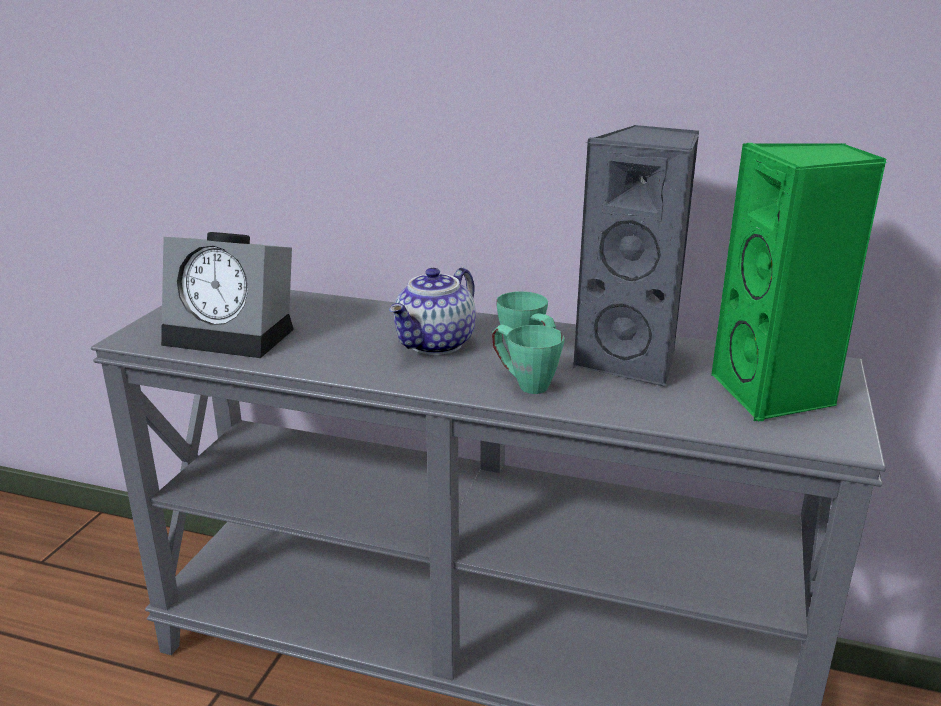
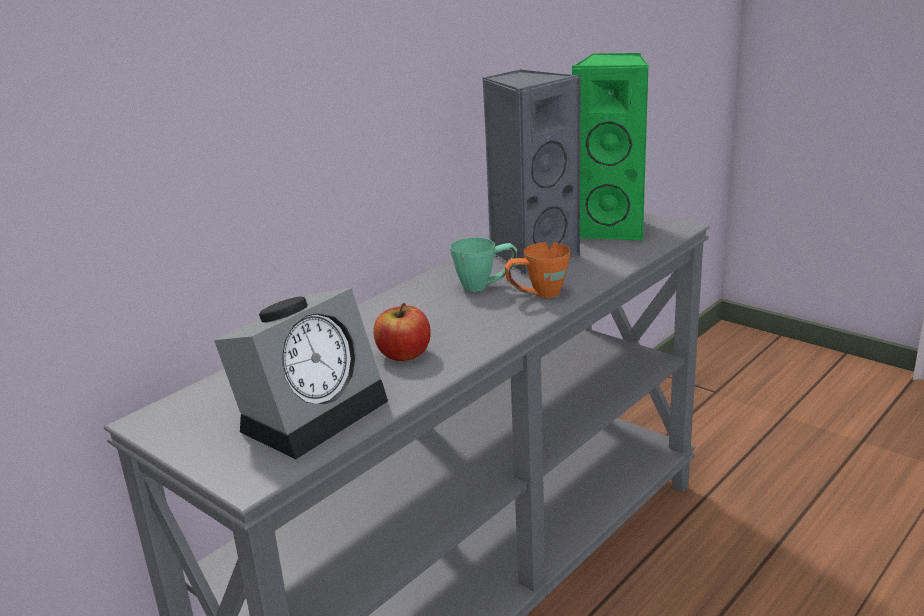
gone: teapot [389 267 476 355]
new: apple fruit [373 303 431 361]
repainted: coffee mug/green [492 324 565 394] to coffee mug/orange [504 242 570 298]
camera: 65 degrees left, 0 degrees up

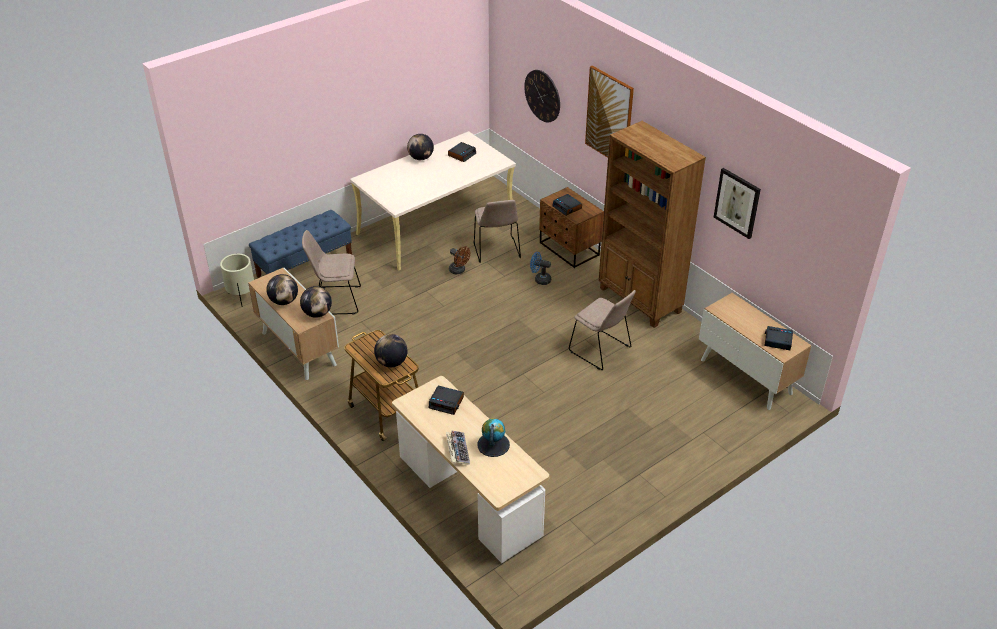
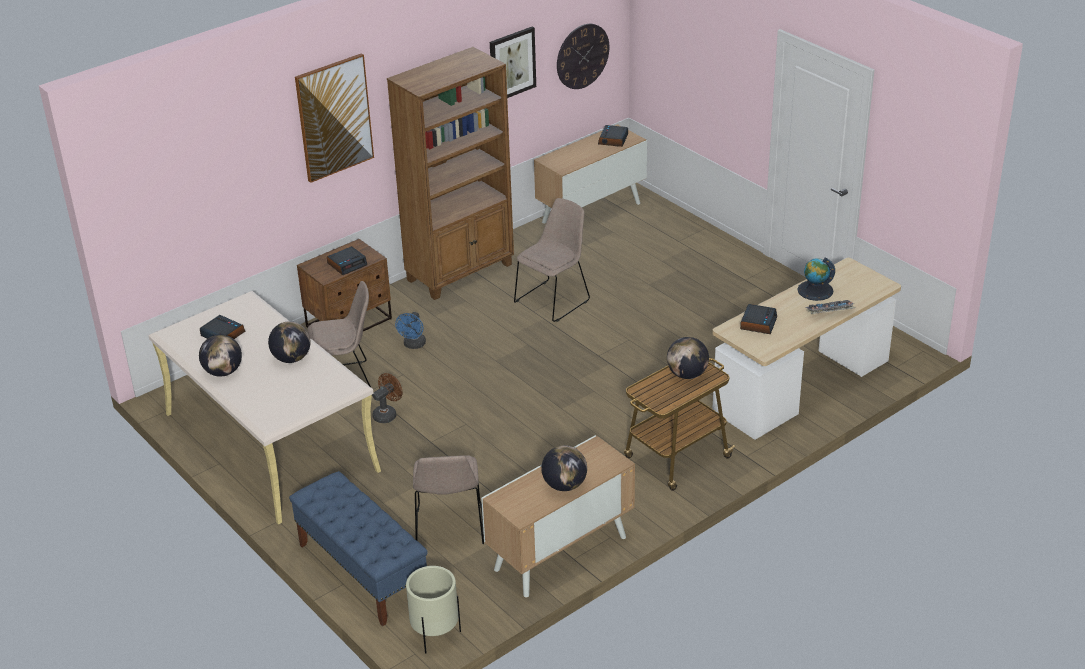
shifted: world globe [300 286 332 318] to [268 321 311 363]; clock on the wall [524 70 560 123] to [557 24 609 89]
camera: 90 degrees left, 5 degrees down

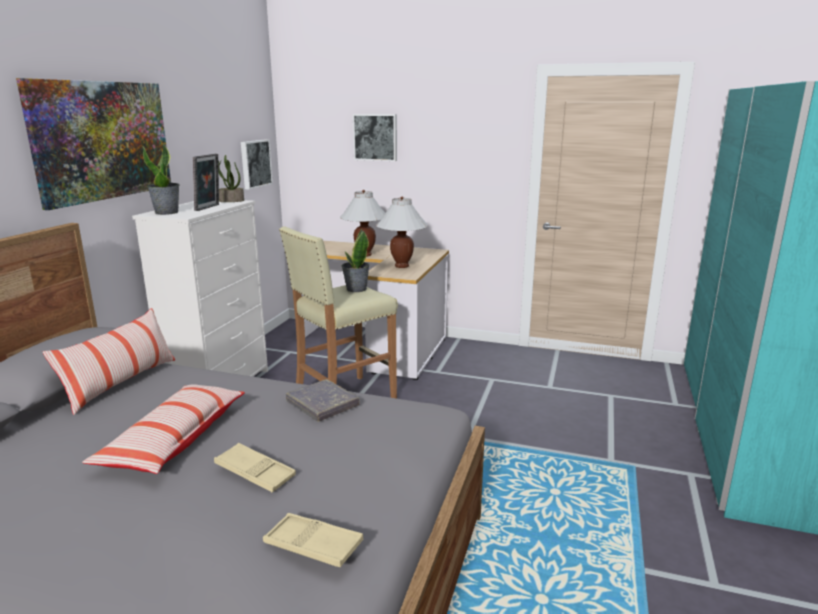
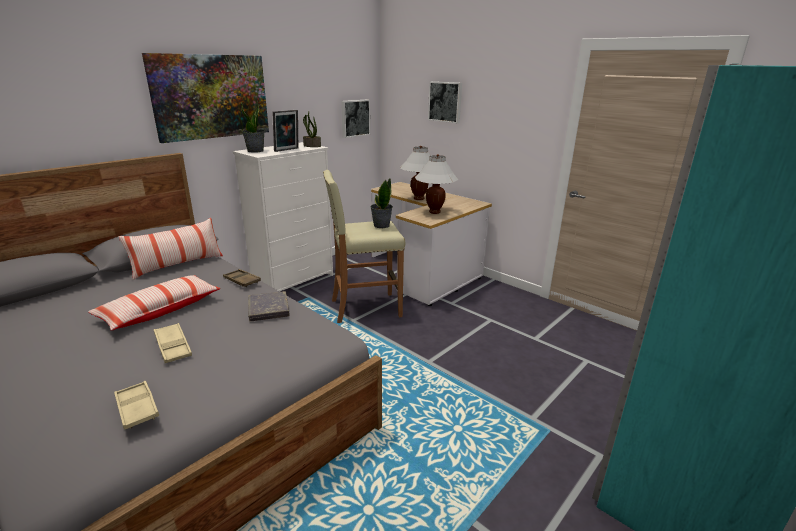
new: serving tray/brown-coloured [223 269 261 287]
camera: 25 degrees right, 5 degrees up

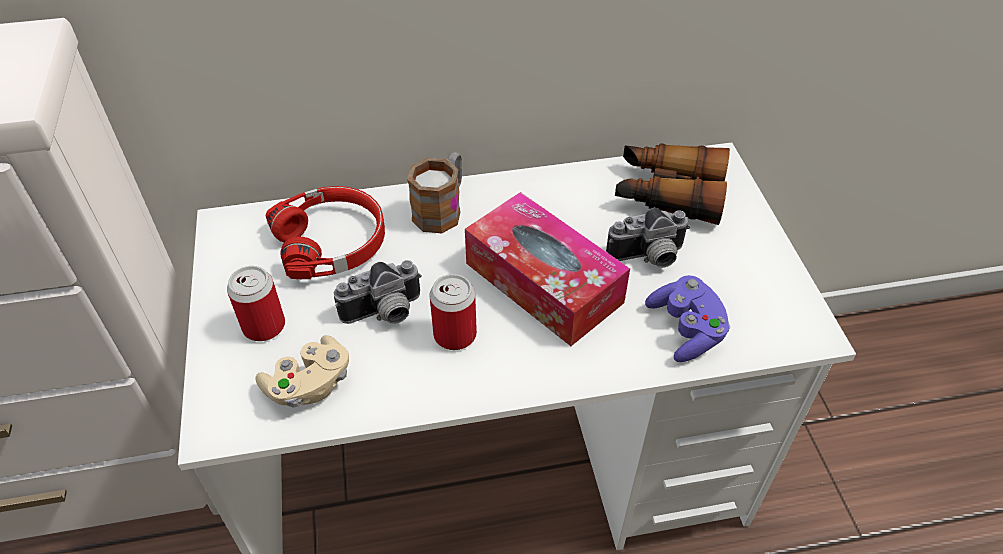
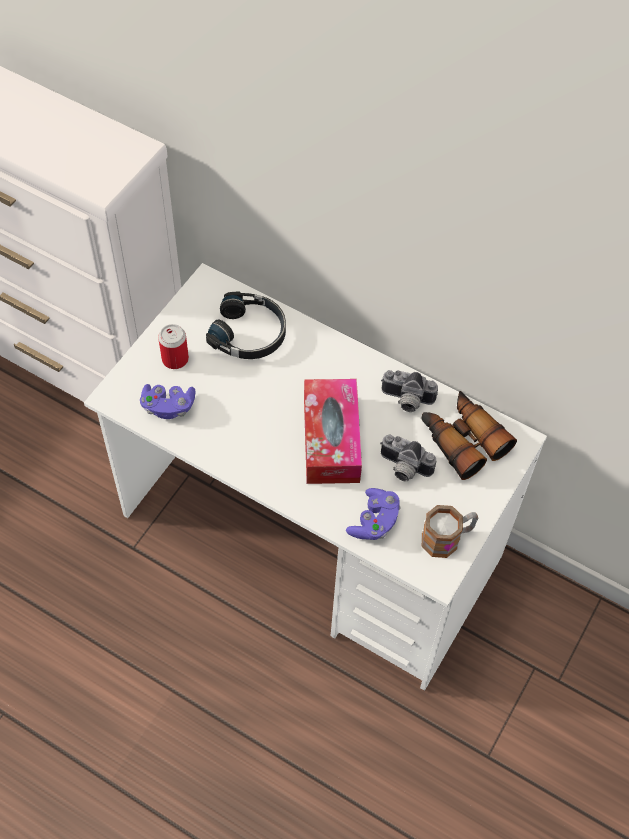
gone: can [430 274 477 350]
shifted: photo camera [334 260 422 324] to [381 370 438 412]; coffee mug [407 152 462 233] to [422 505 478 558]
repainted: joypad/sand-coloured [256 335 349 408] to joypad/purplish [140 384 196 419]; headphones/reddish [265 186 385 279] to headphones/black [206 291 286 359]
camera: 40 degrees right, 10 degrees up

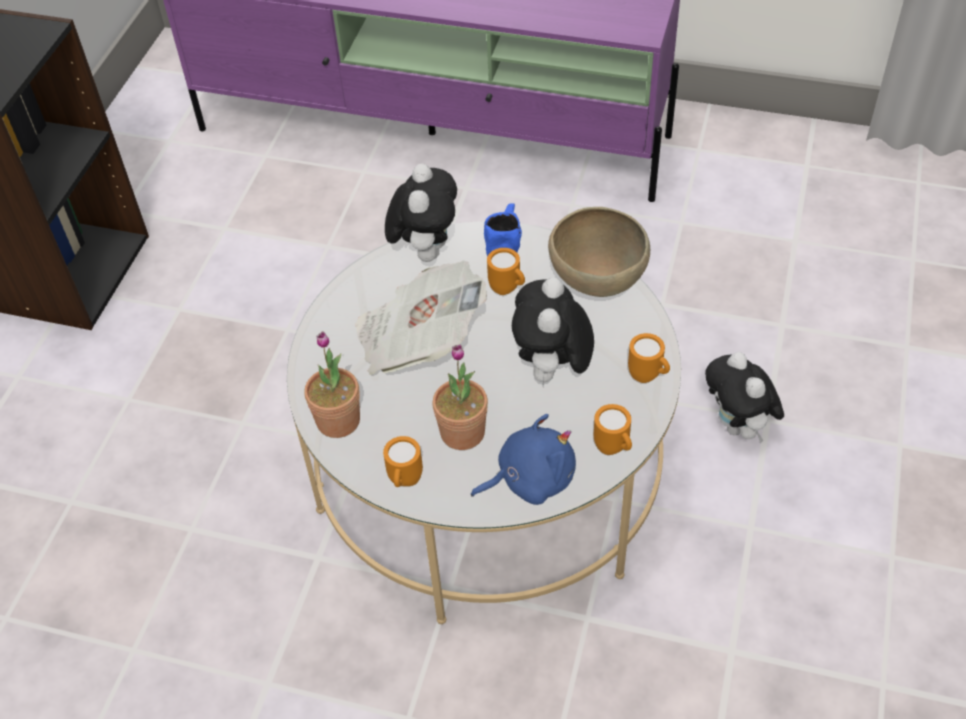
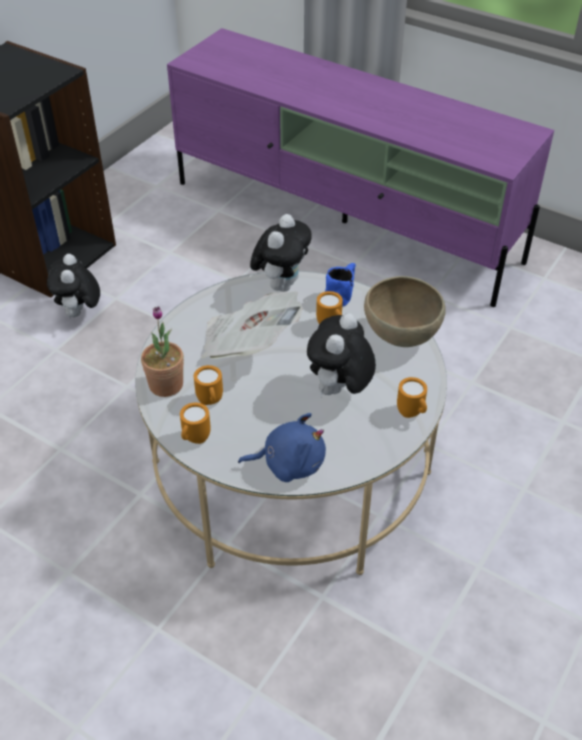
gone: plant in a pot [432 344 488 450]
shifted: soft toy [705 352 784 443] to [47 254 100 319]; coffee mug/orange [594 404 632 455] to [194 365 223 405]
camera: 15 degrees right, 5 degrees down

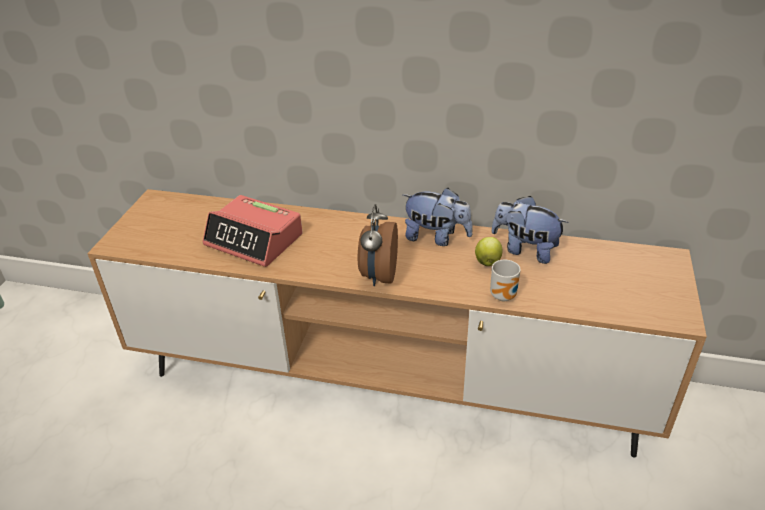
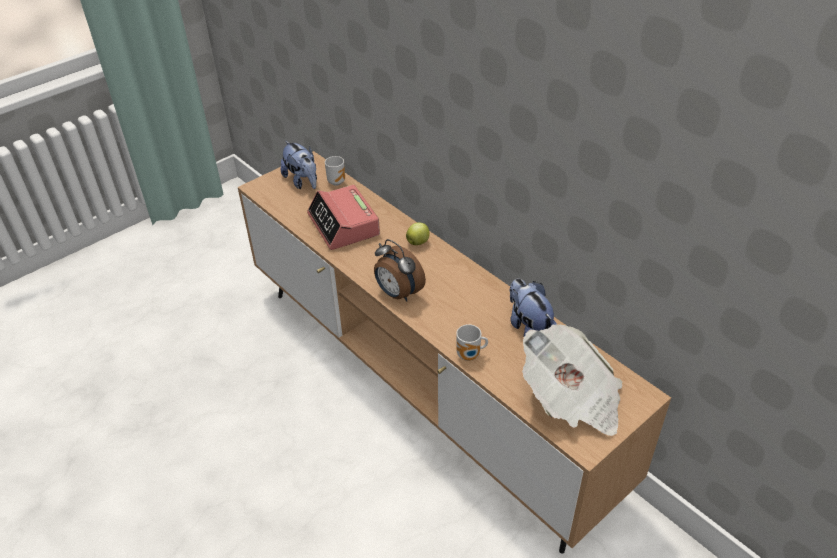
new: coffee mug [325 156 345 186]; daily paper [522 324 622 436]
shifted: soft toy [403 188 473 246] to [281 141 317 189]; apple fruit [475 237 503 266] to [406 222 430 245]
rotated: bedside clock [358 204 398 286] = [374 239 426 302] 90 degrees counterclockwise
camera: 35 degrees right, 5 degrees up

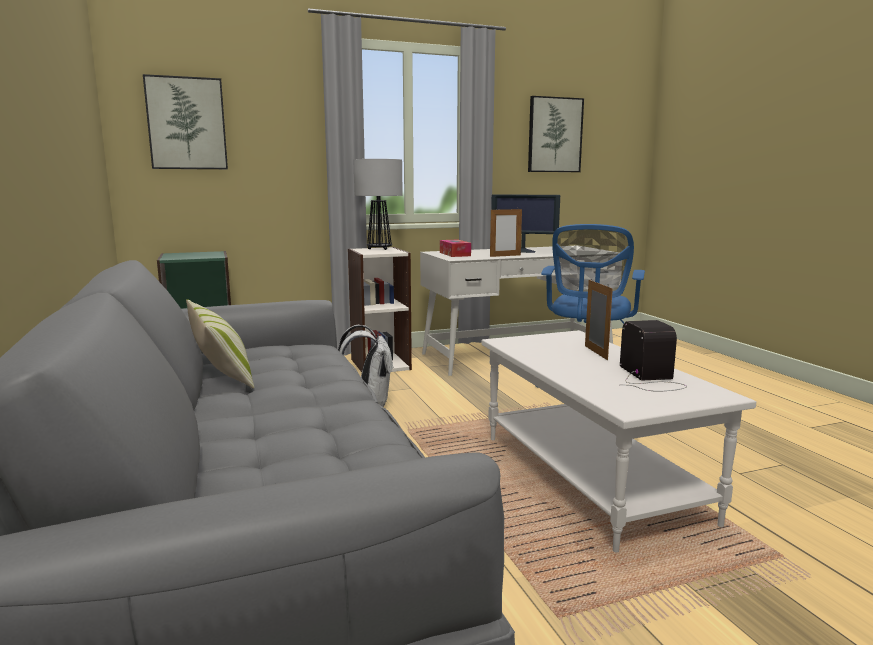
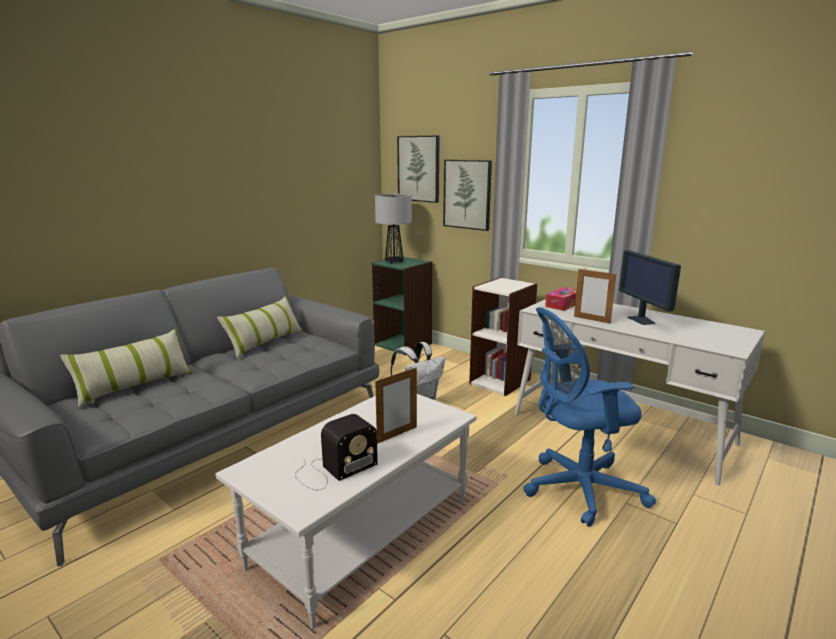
new: pillow [60 329 192 408]
shifted: lamp for a table [353 159 403 250] to [375 194 412 263]; picture [528 96 584 172] to [443 160 492 231]
camera: 60 degrees right, 5 degrees up

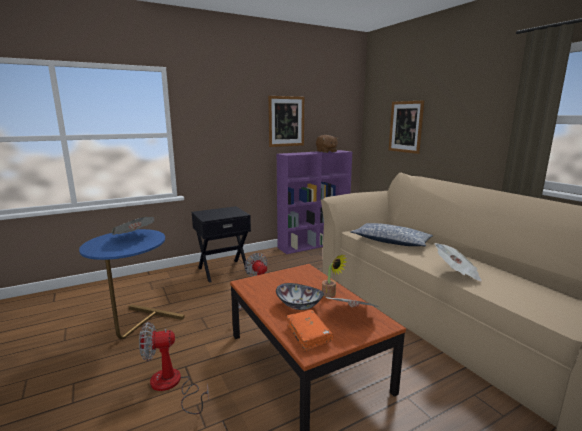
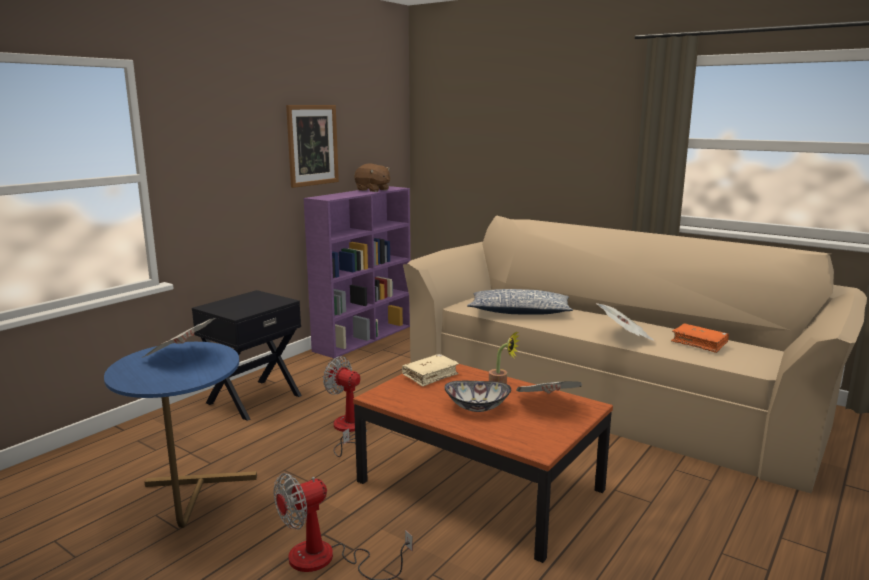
gone: picture [389 100 424 154]
new: bound book/sand-coloured [402 354 459 387]
shifted: bound book/orange [286 310 333 352] to [671 323 729 353]
camera: 25 degrees left, 0 degrees up

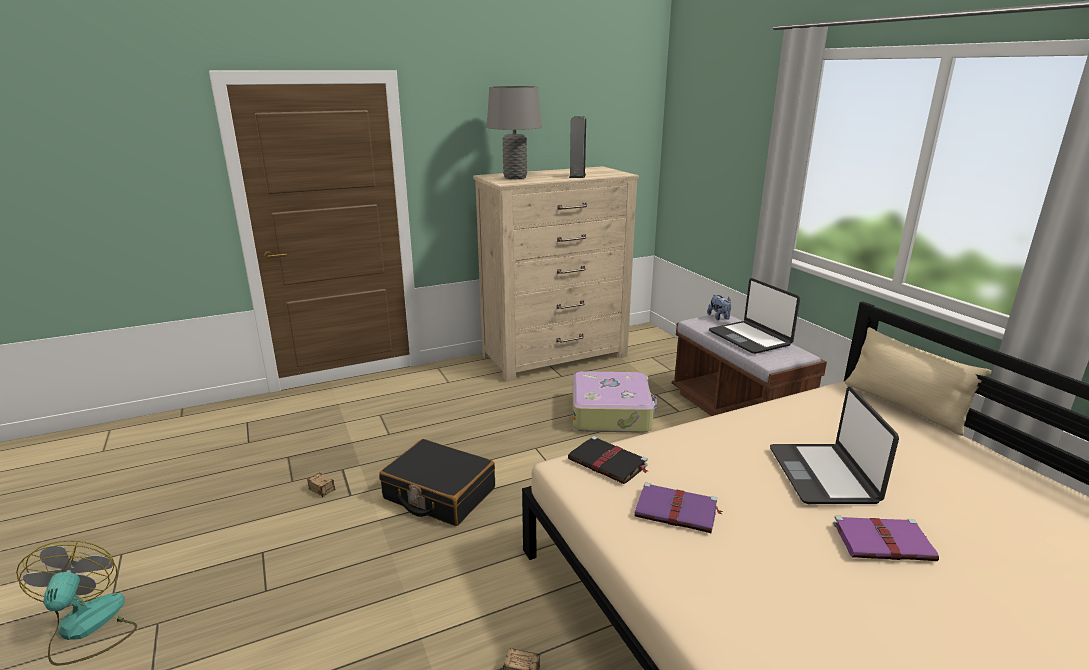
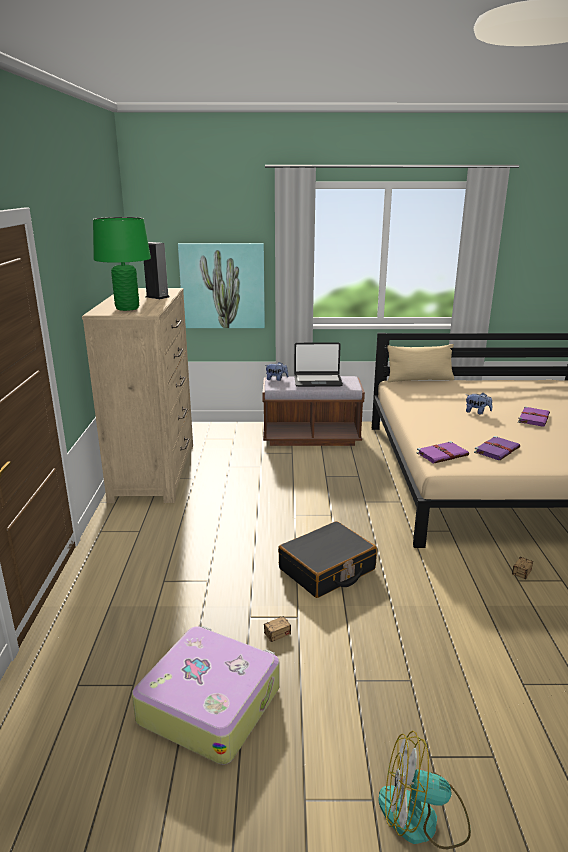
new: picture [178 243 265 328]
shifted: piece of luggage [573 371 657 433] to [132 626 280 765]
swapped: notebook computer [770 386 899 504] to soft toy [466 393 492 414]
repainted: lamp for a table/gray [487 86 542 179] to lamp for a table/green [93 217 151 311]; bound book/black [568 436 648 484] to bound book/purplish [417 441 469 463]
camera: 65 degrees left, 0 degrees up

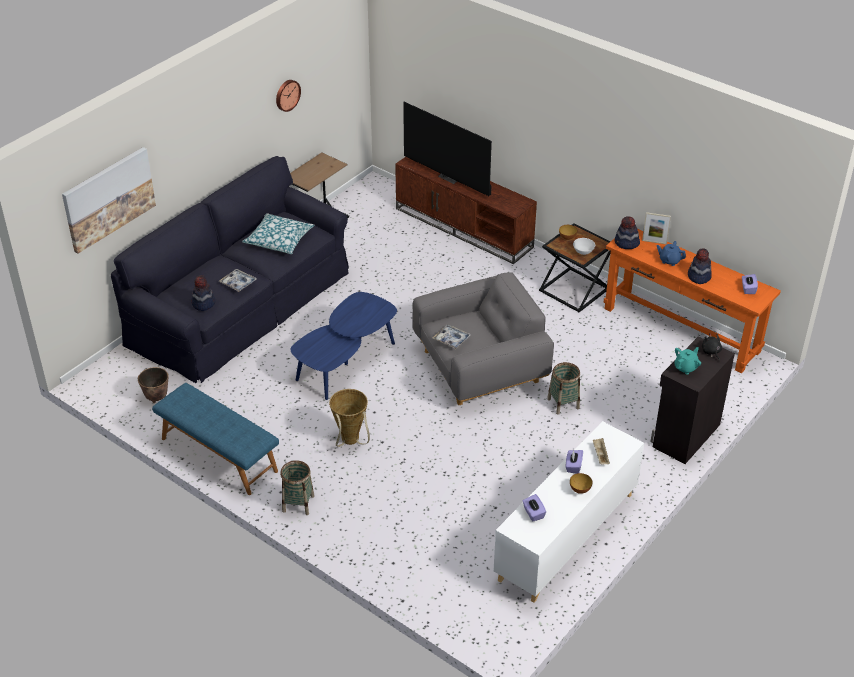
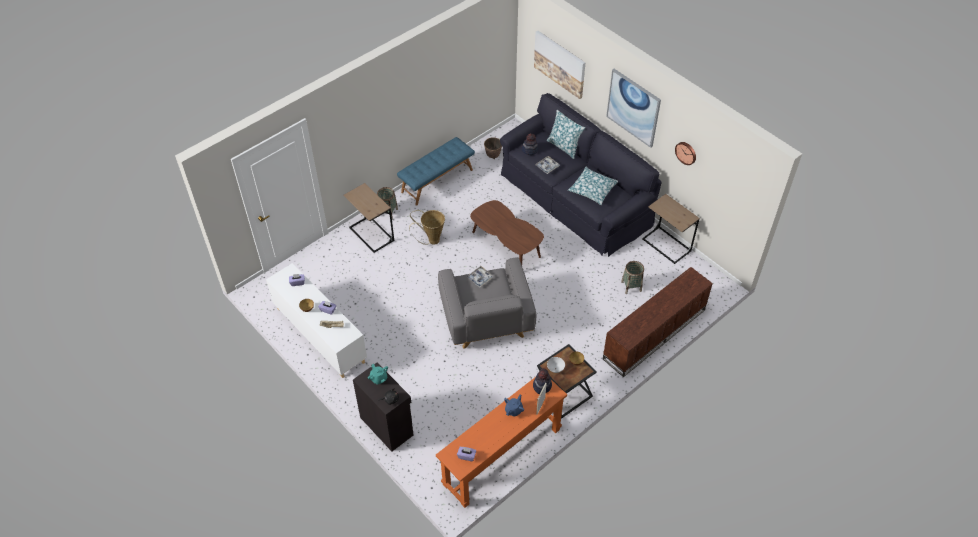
gone: TV [403 102 492 196]; clothing hat [688 248 712 284]
new: accent table/brown-coloured [343 183 394 253]; pillow [546 110 585 159]; picture [606 69 661 148]
shifted: storage basket [547 362 580 415] to [621 261 644 294]
repainted: lounge table/blue-coloured [290 292 397 400] to lounge table/brown-coloured [470 200 544 264]
camera: 100 degrees right, 10 degrees up

